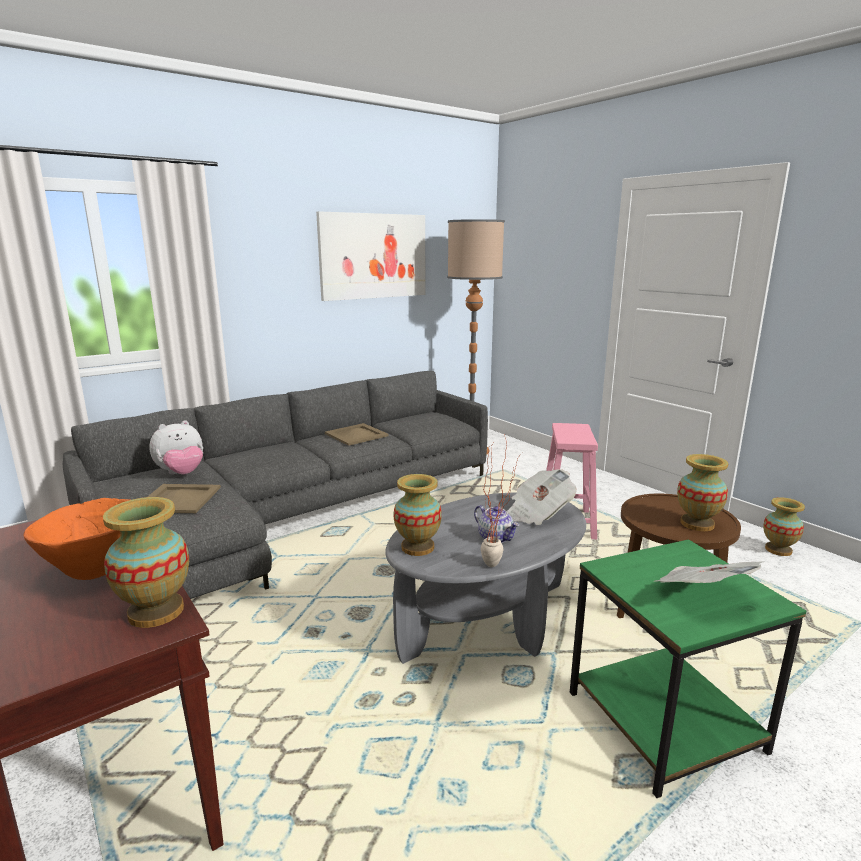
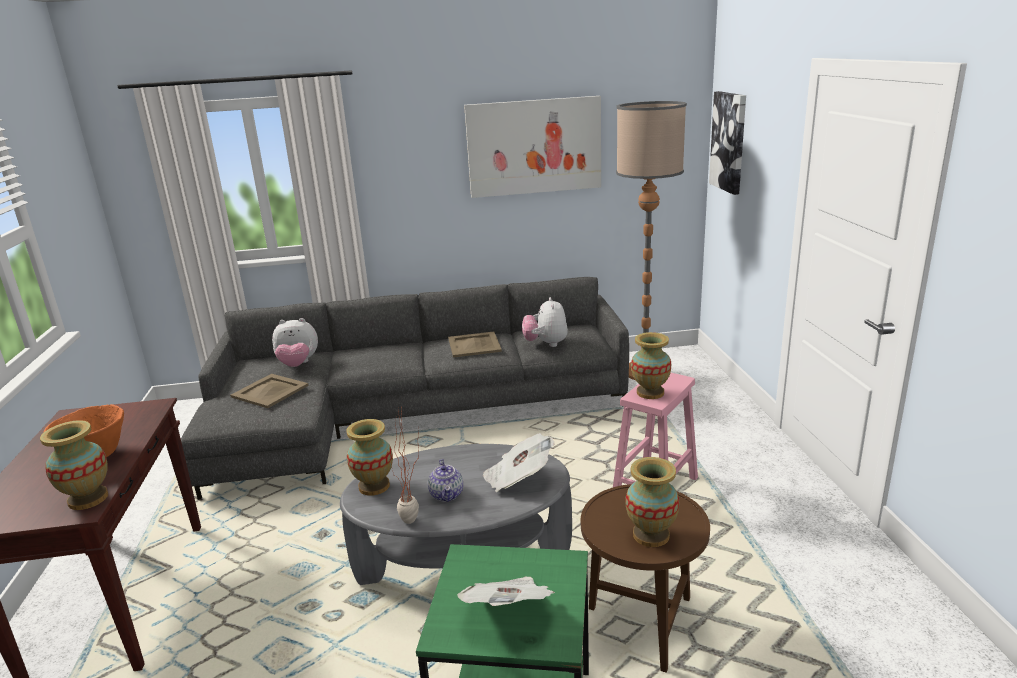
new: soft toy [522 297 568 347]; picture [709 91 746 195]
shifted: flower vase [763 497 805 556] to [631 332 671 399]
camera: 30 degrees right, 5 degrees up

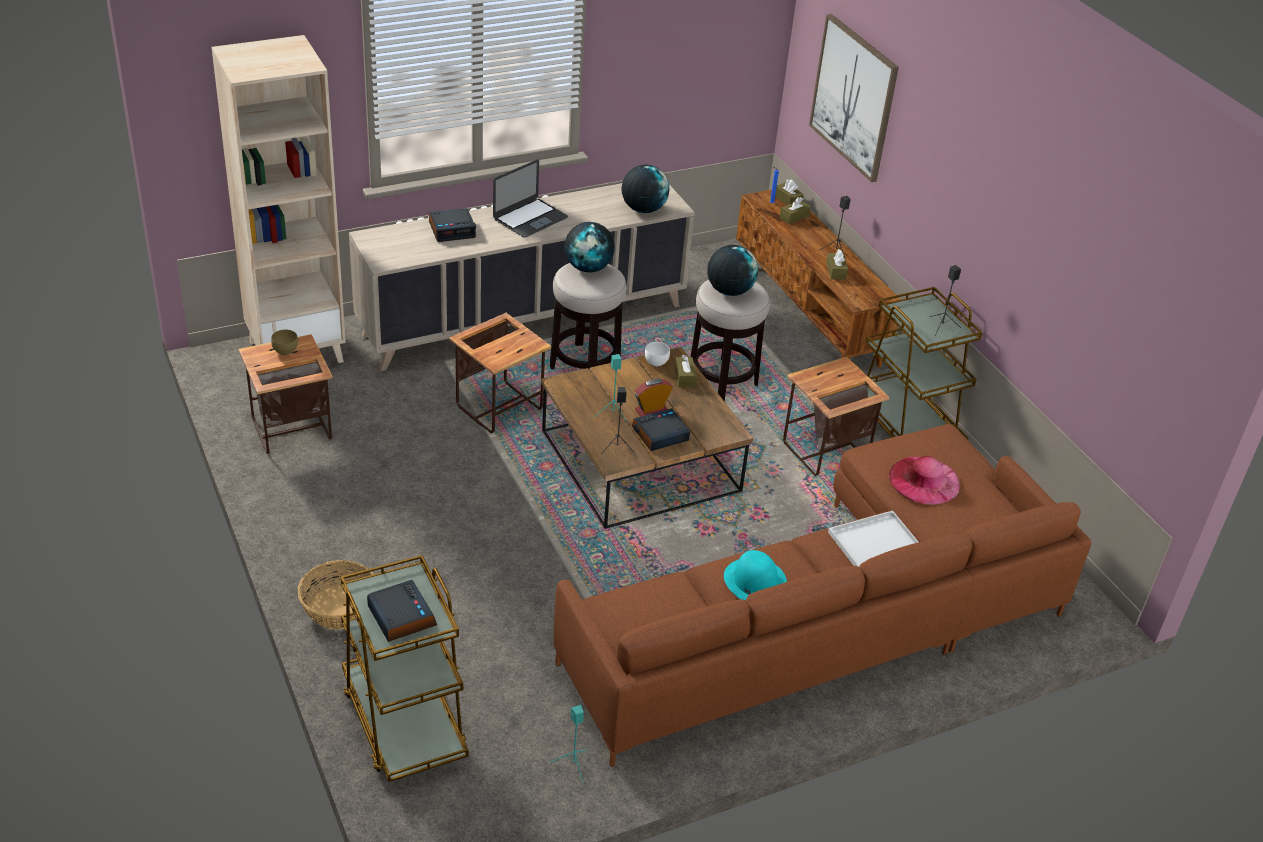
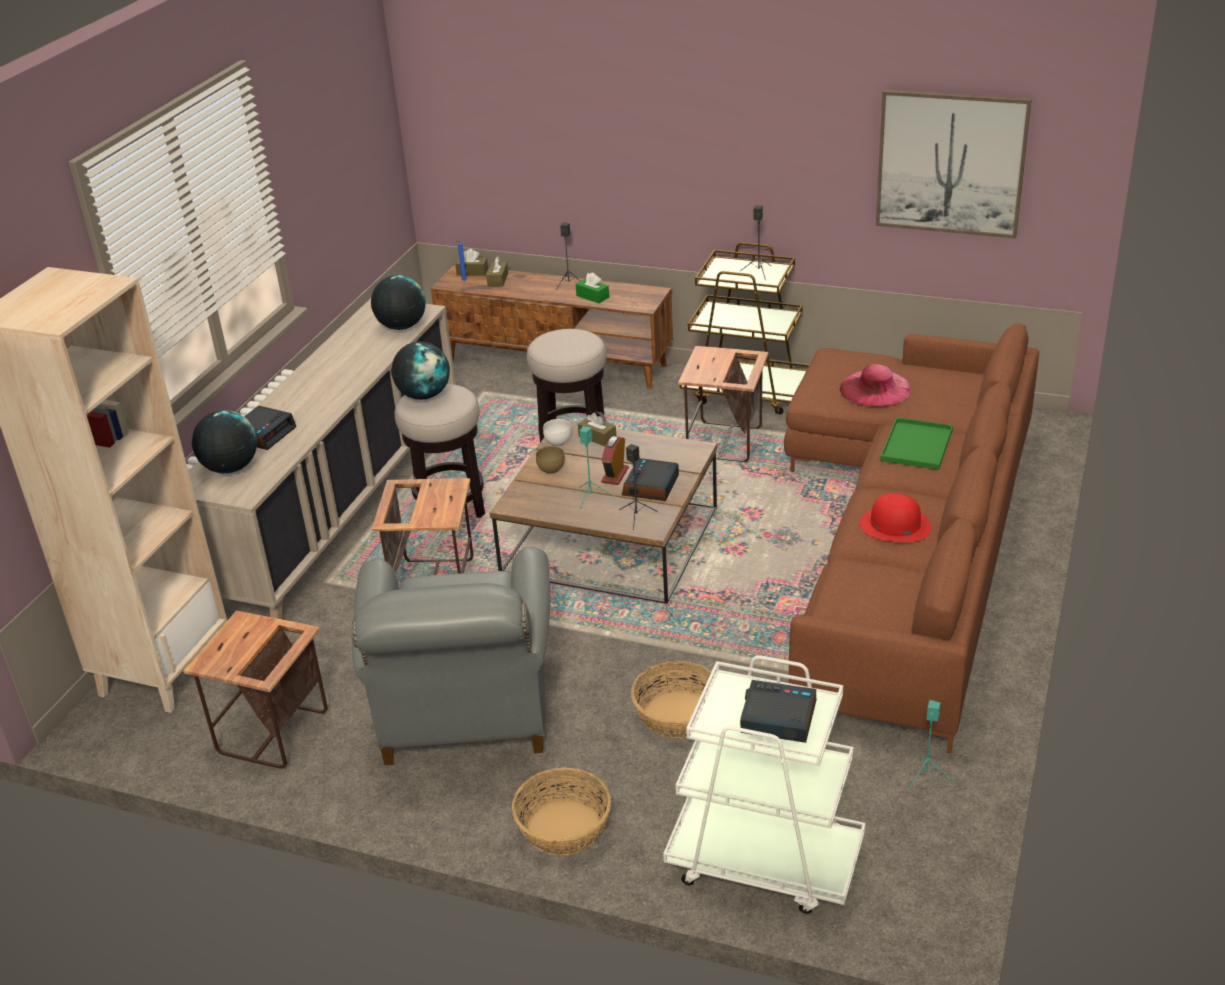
gone: notebook computer [493 159 568 237]
new: armchair/gray [351 547 550 765]; storage basket [631 661 712 738]
shifted: world globe [707 245 758 296] to [192 410 257 474]; bowl/brown-coloured [271 330 298 355] to [536 446 565 474]; picture [809 14 899 182] to [876 89 1032 238]
repainted: box of tissues/brown-coloured [826 250 848 280] to box of tissues/green [576 272 609 303]; wheeled cart/brown-coloured [341 555 469 782] to wheeled cart/white-coloured [663 655 866 914]; clothing hat/turquoise-coloured [724 550 787 600] to clothing hat/reddish [859 493 932 542]; serving tray/white-coloured [828 511 918 567] to serving tray/green [880 417 953 470]
camera: 40 degrees left, 5 degrees down

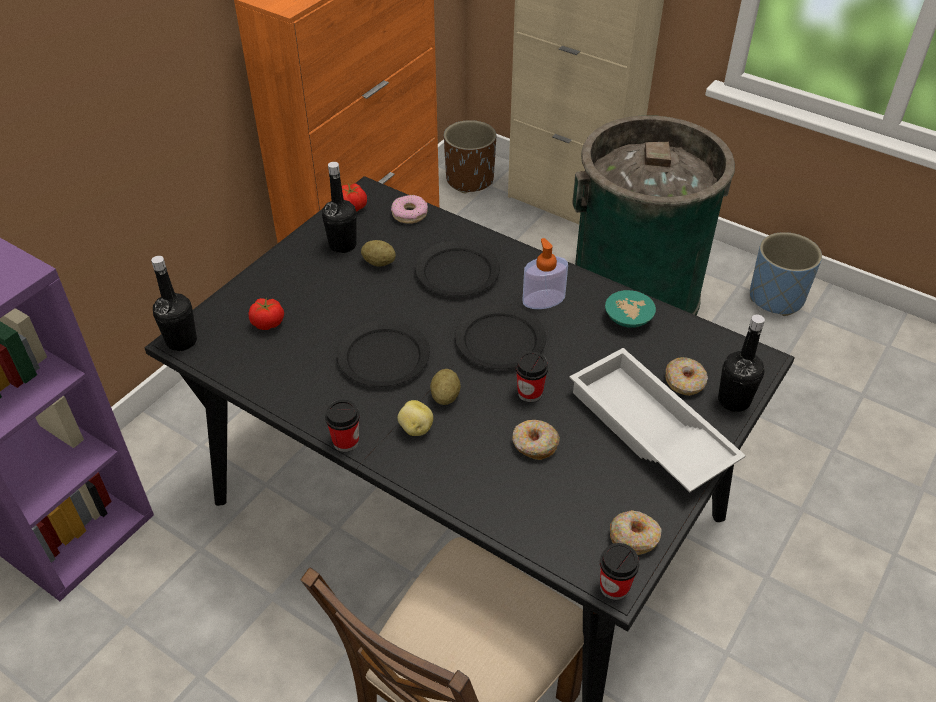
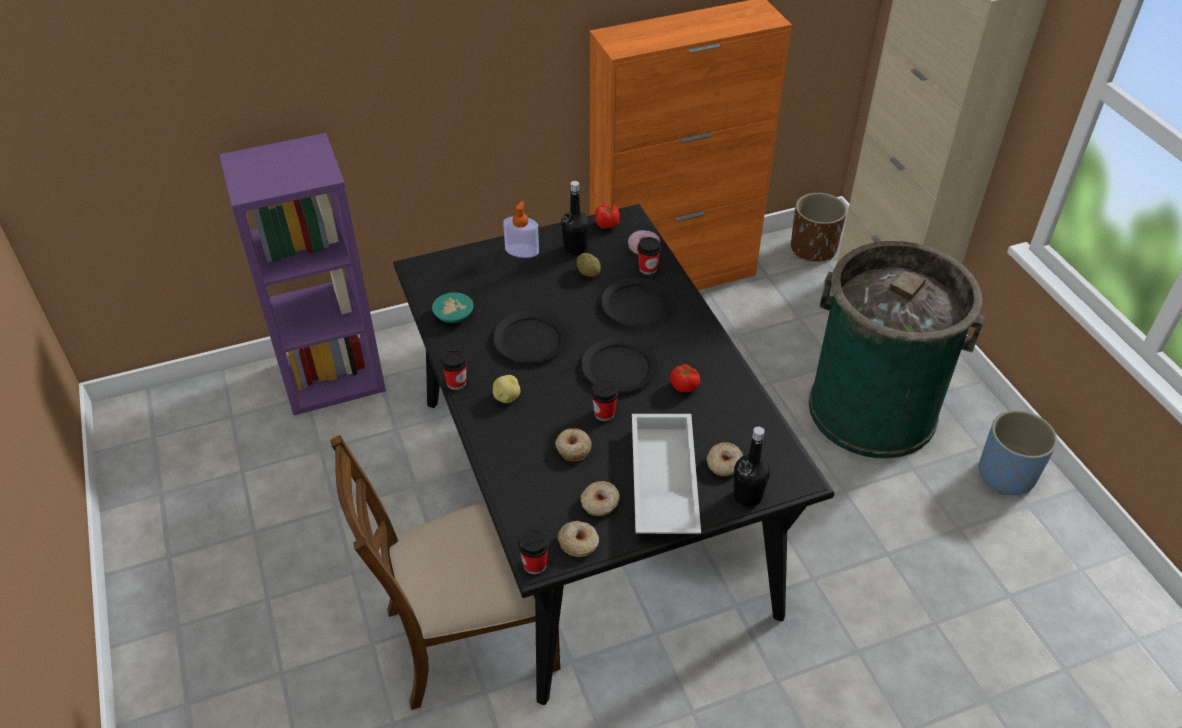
gone: bottle/black [151 256 197 351]; spud [430 369 461 405]
new: donut [581 481 620 516]; small cup [637 237 661 275]
shifted: bowl/turquoise-coloured [605 290 656 328] to [432 293 473 323]; liquid soap bottle [523 238 568 309] to [503 201 539 258]; fresh tomato [249 298 284 330] to [670 364 700 393]
camera: 35 degrees right, 0 degrees up

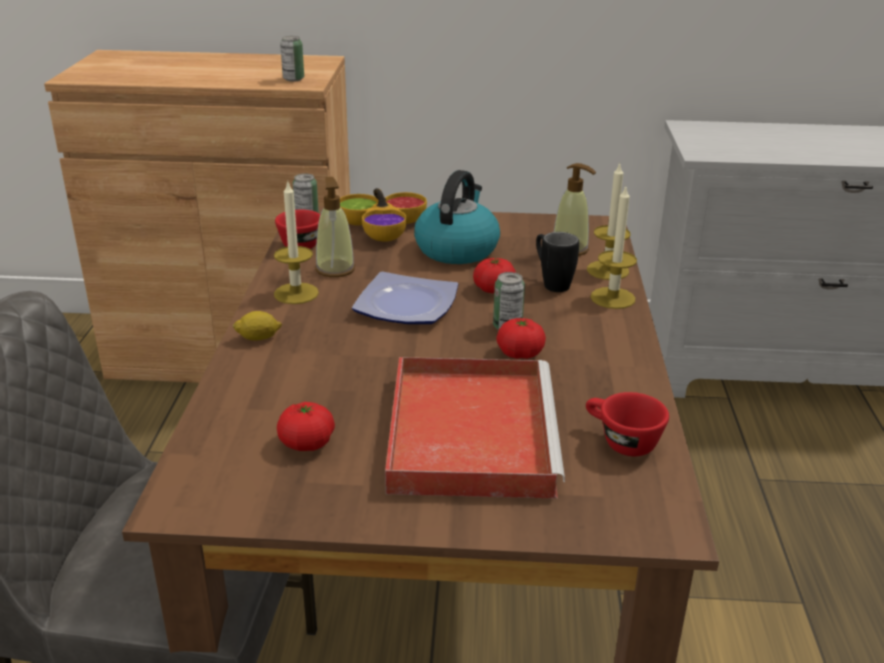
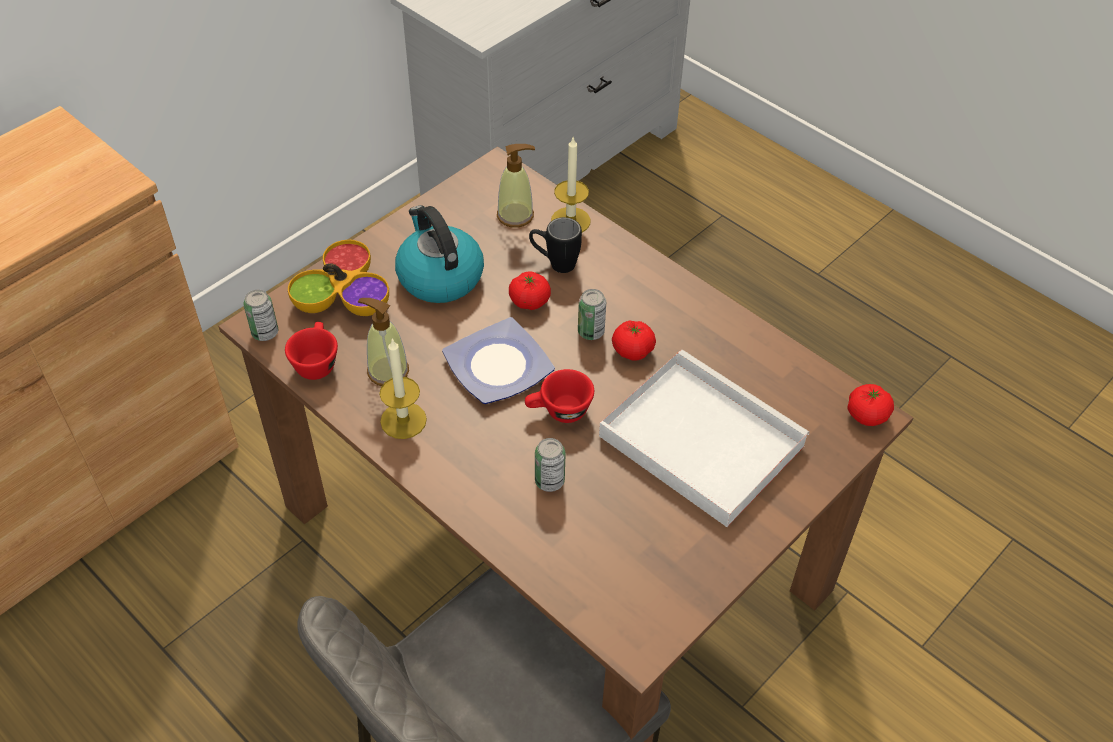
gone: citrus fruit [233 311 282 341]; candle [591 187 637 309]
shifted: small cup/reddish [586 392 669 456] to [525 369 594 423]; can [280 36 304 81] to [535 438 566 492]; fresh tomato [277 402 335 451] to [847 384 894 426]
repainted: serving tray/reddish [385 357 565 499] to serving tray/white-coloured [599 350 809 527]
camera: 50 degrees left, 20 degrees up

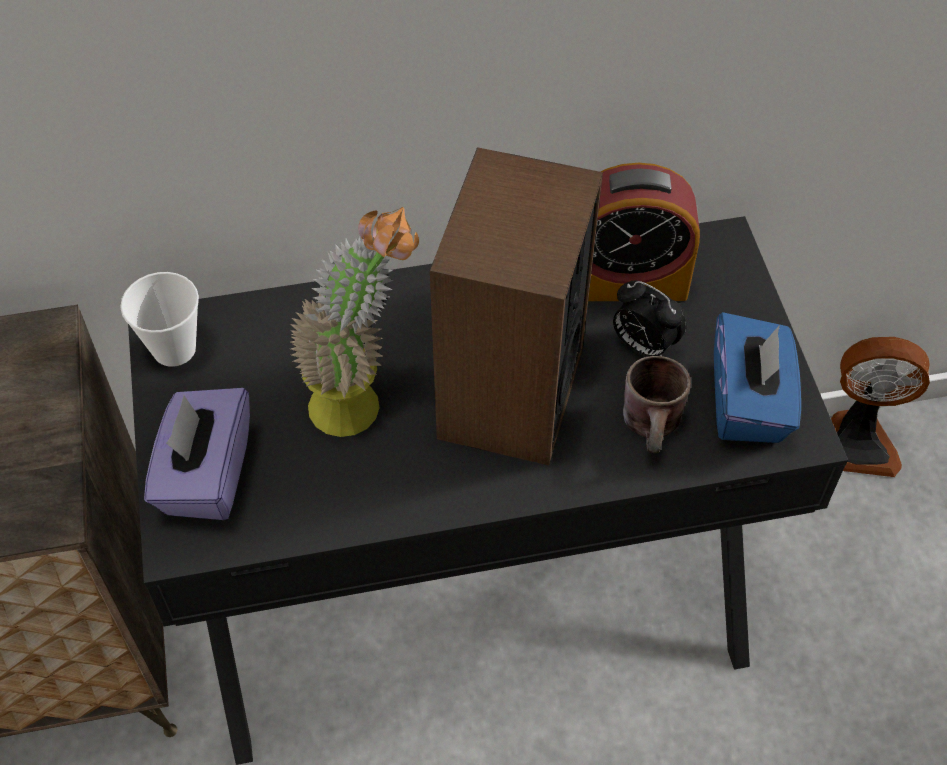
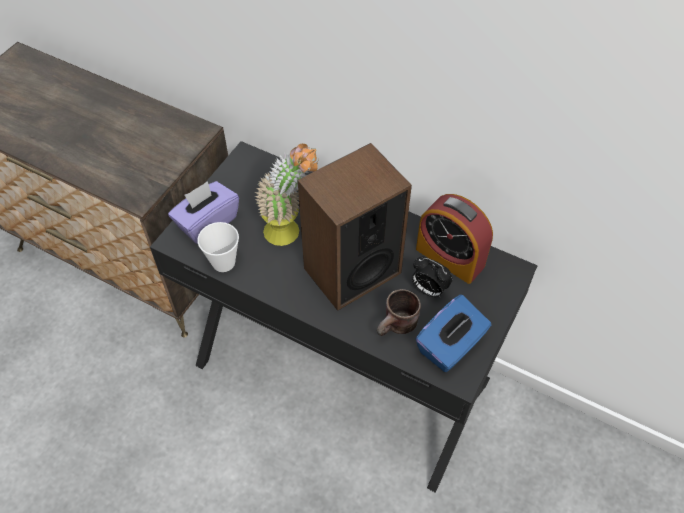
gone: fan [831 337 930 477]
shifted: small cup [120 272 199 367] to [197 222 239 272]
rotated: bedside clock [613 281 686 357] = [412 257 452 297] 45 degrees counterclockwise
camera: 40 degrees right, 0 degrees up

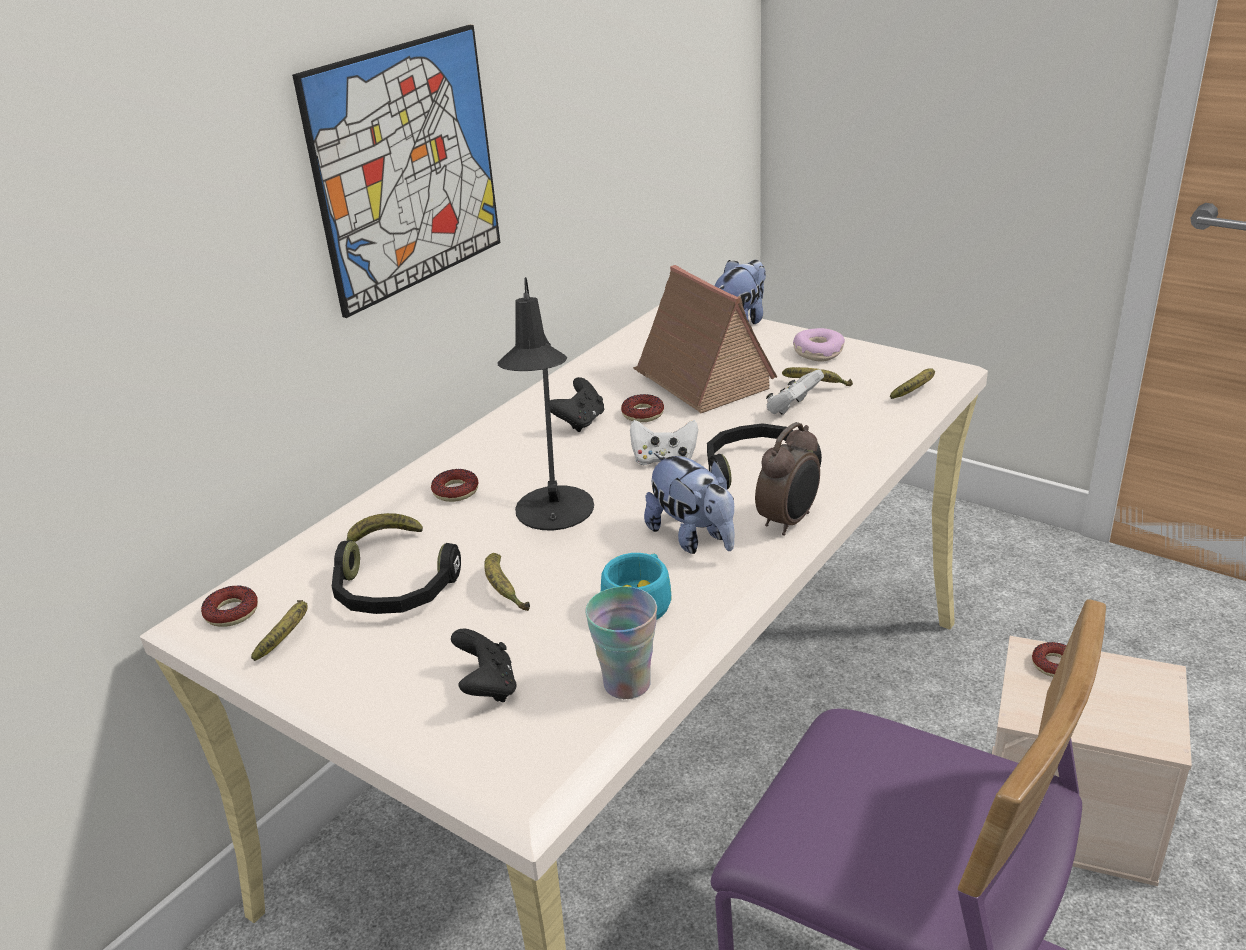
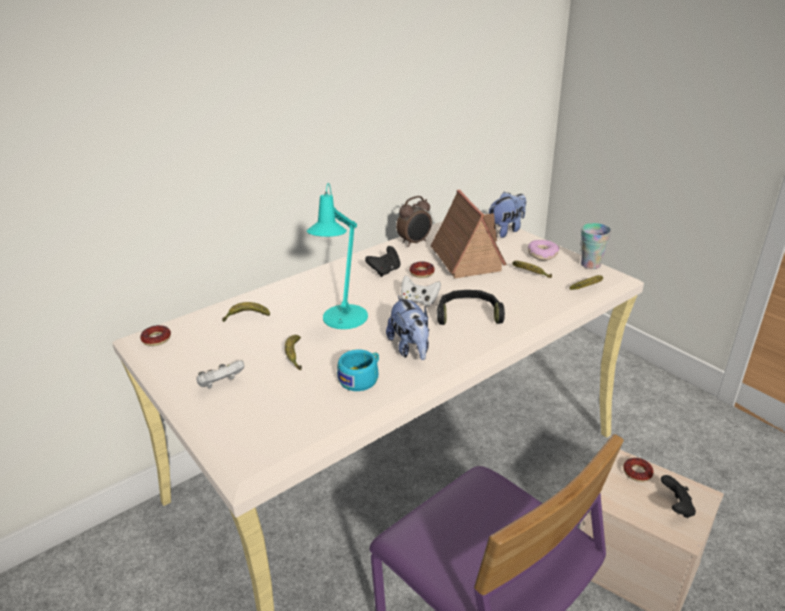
gone: whole banana [251 600 307 661]; picture [292 25 500 318]; headphones/black [332 540 461 614]; donut [431 469 479 502]
shifted: joypad/white-coloured [766 369 824 415] to [197 360 245 389]; bedside clock [755 422 820 536] to [396 196 432 247]; small cup [585 587 657 699] to [581 223 611 269]; joypad/black [451 628 517 702] to [661 475 696 518]
repainted: lamp for a table/black [497 277 594 530] to lamp for a table/turquoise-coloured [307 183 368 329]
camera: 15 degrees right, 0 degrees up

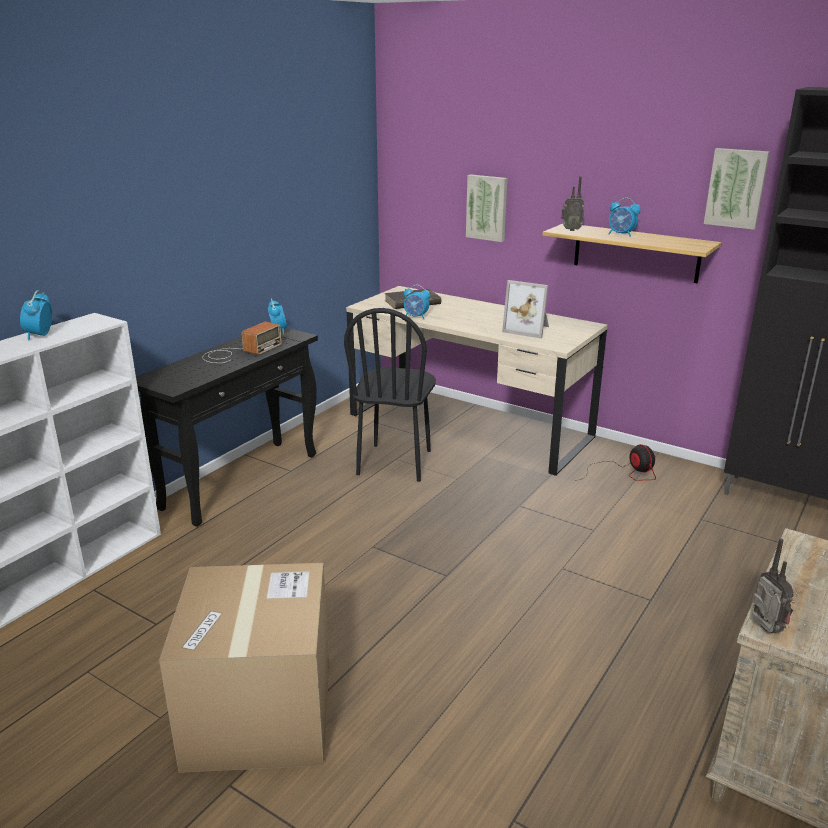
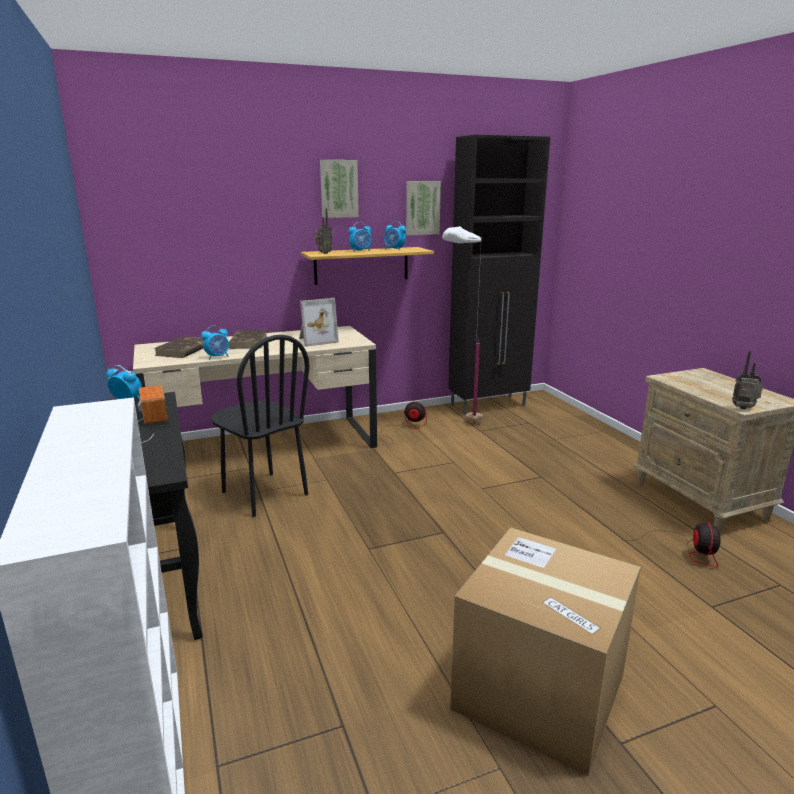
new: bound book/brown-coloured [229 330 267 349]; standard lamp/white-coloured [442 226 483 423]; fan [625 522 721 568]
shifted: picture [466 174 508 242] to [320 160 359 218]; bedside clock [20 290 52 340] to [384 221 406 250]
camera: 55 degrees left, 5 degrees down

